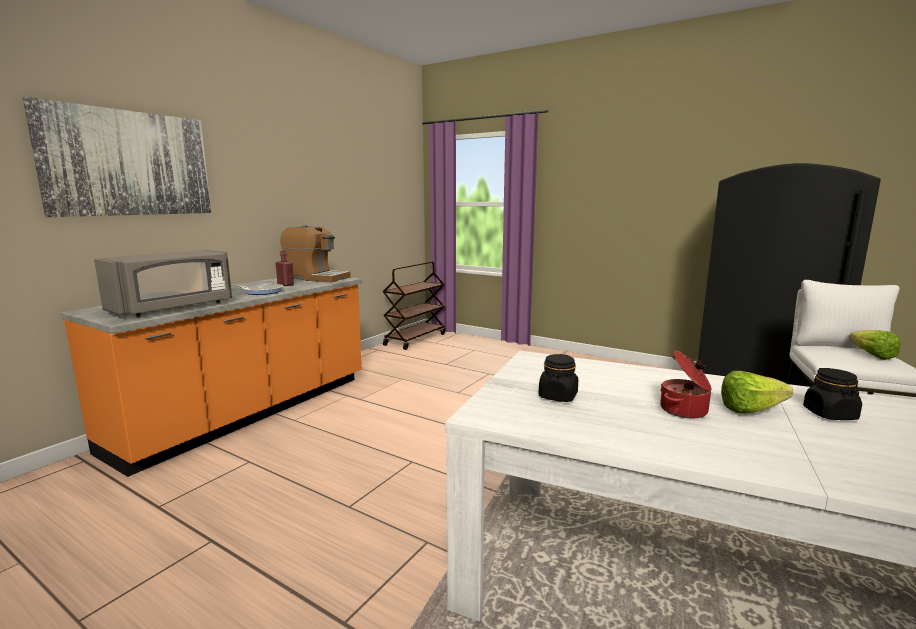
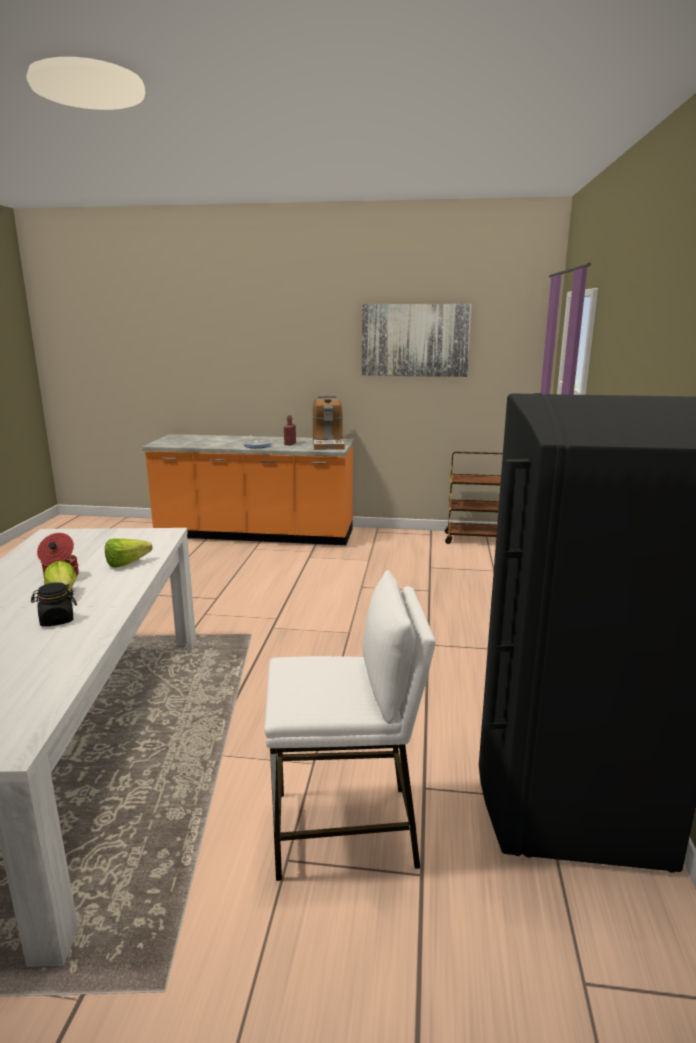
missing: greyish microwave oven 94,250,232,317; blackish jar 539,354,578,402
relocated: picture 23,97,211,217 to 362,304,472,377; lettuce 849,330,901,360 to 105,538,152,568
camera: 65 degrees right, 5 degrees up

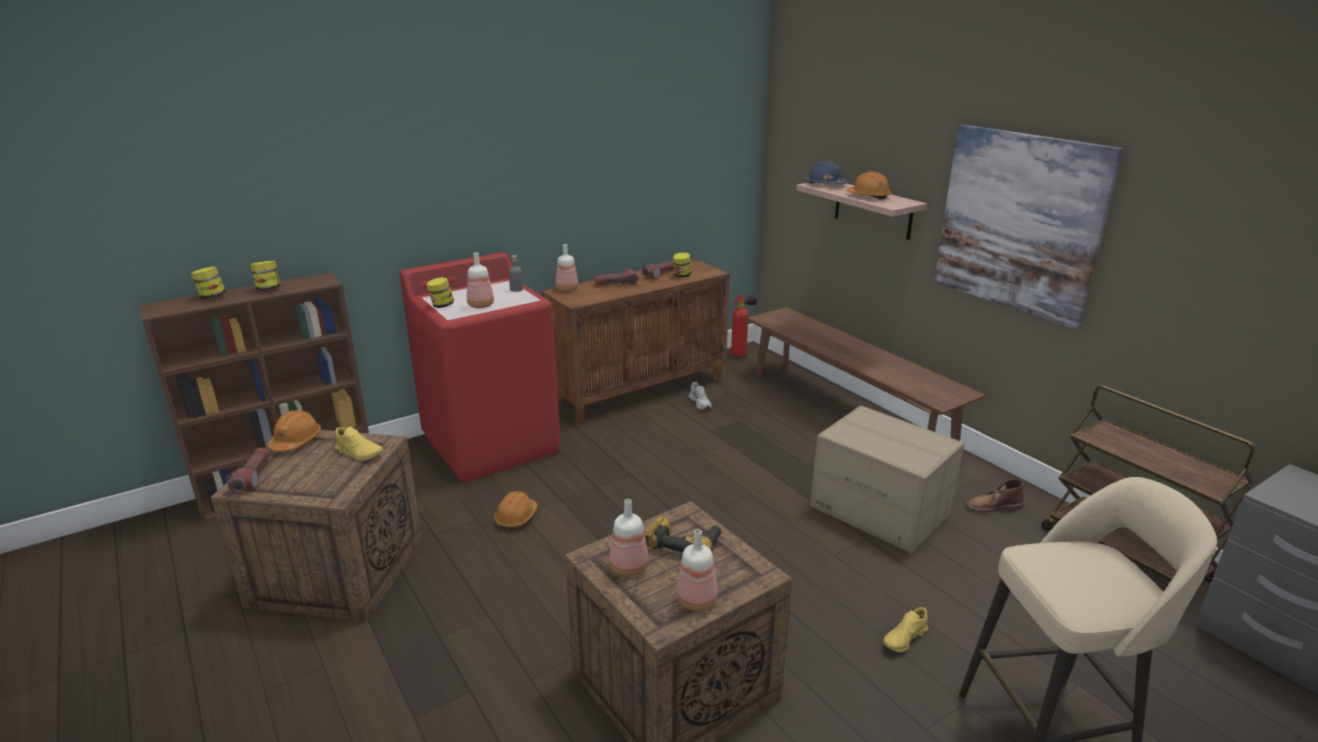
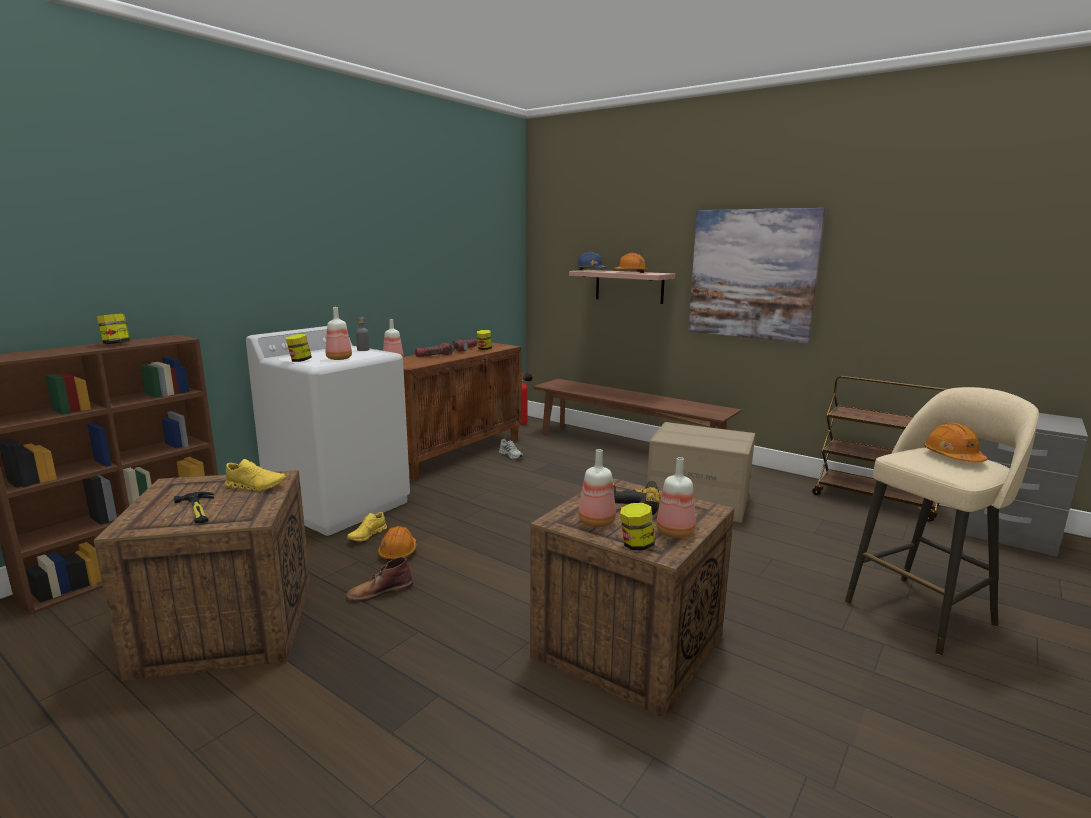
missing: torch 227,447,270,492
appeared: hand hammer 174,491,214,523
relocated: jar 191,267,226,299 to 620,503,655,550; orange-coloured hard hat 268,410,321,452 to 924,423,987,462; yellow-coloured low shoe 883,607,928,652 to 347,512,387,541; brownish tall boot 965,479,1024,512 to 346,557,413,601
colour: reddish laundry appliance 399,253,560,483 to white laundry appliance 246,326,410,536
camera: 20 degrees left, 10 degrees down

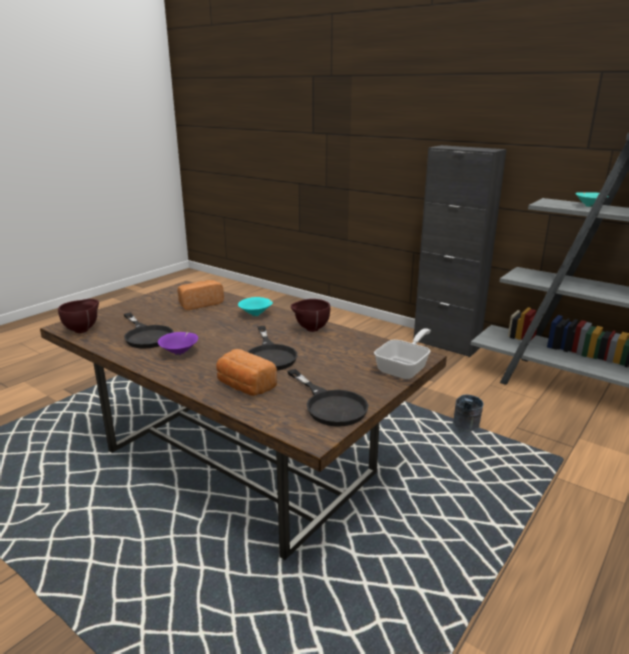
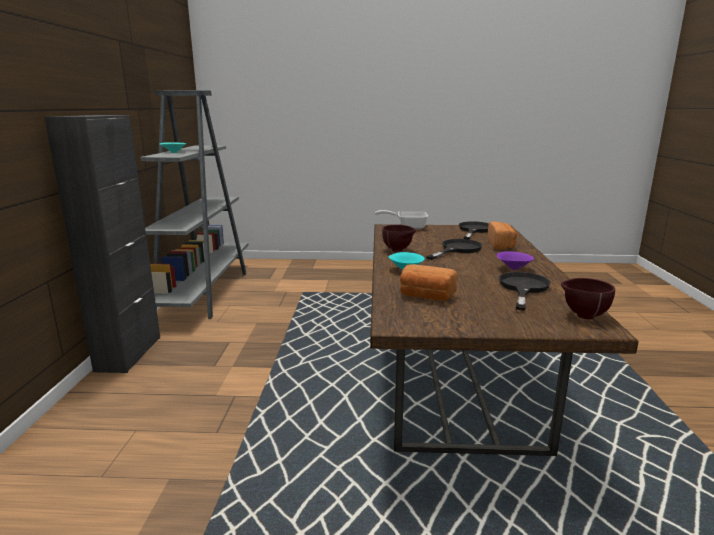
missing: greyish bucket 453,395,484,431
camera: 125 degrees left, 5 degrees down

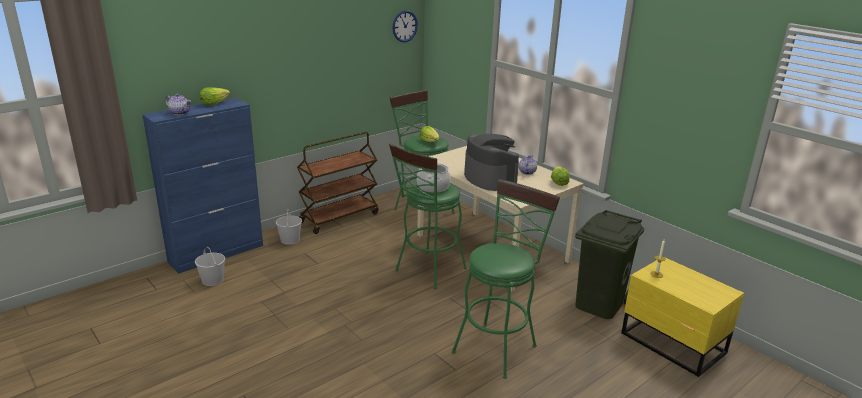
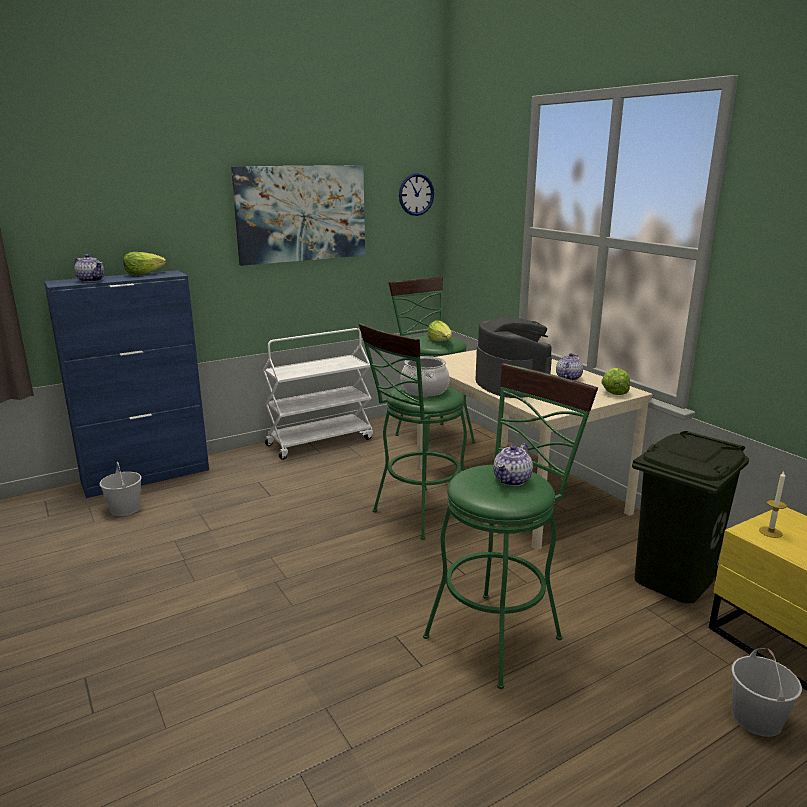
appeared: picture 231,165,365,266; teapot 493,443,533,486
relocated: white bucket 276,209,302,245 to 731,648,802,737
colour: brownish cart 297,132,379,234 to white cart 263,328,373,460
camera: 10 degrees right, 5 degrees down

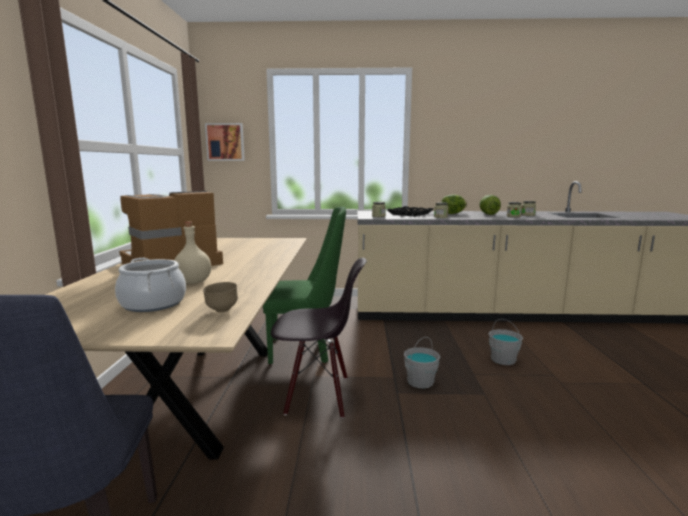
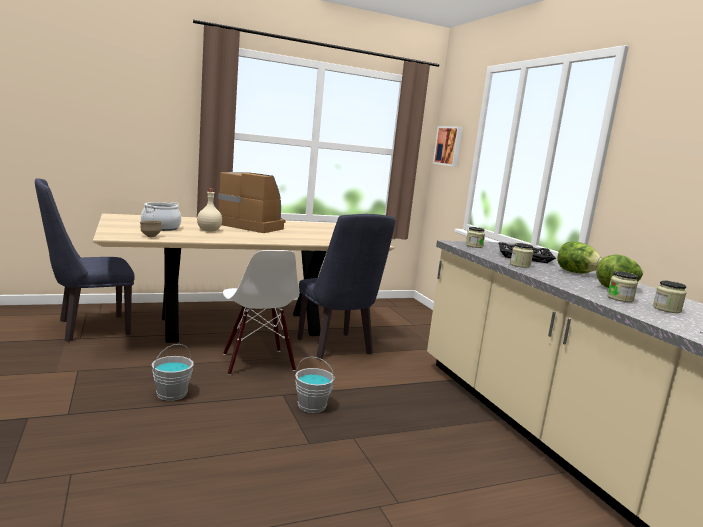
relocated: greyish bucket 489,319,523,365 to 151,344,193,401
colour: greenish plain chair 263,207,346,364 to blue-coloured plain chair 298,214,396,360; blackish plain chair 271,258,367,419 to white plain chair 223,250,299,375
camera: 65 degrees right, 0 degrees up

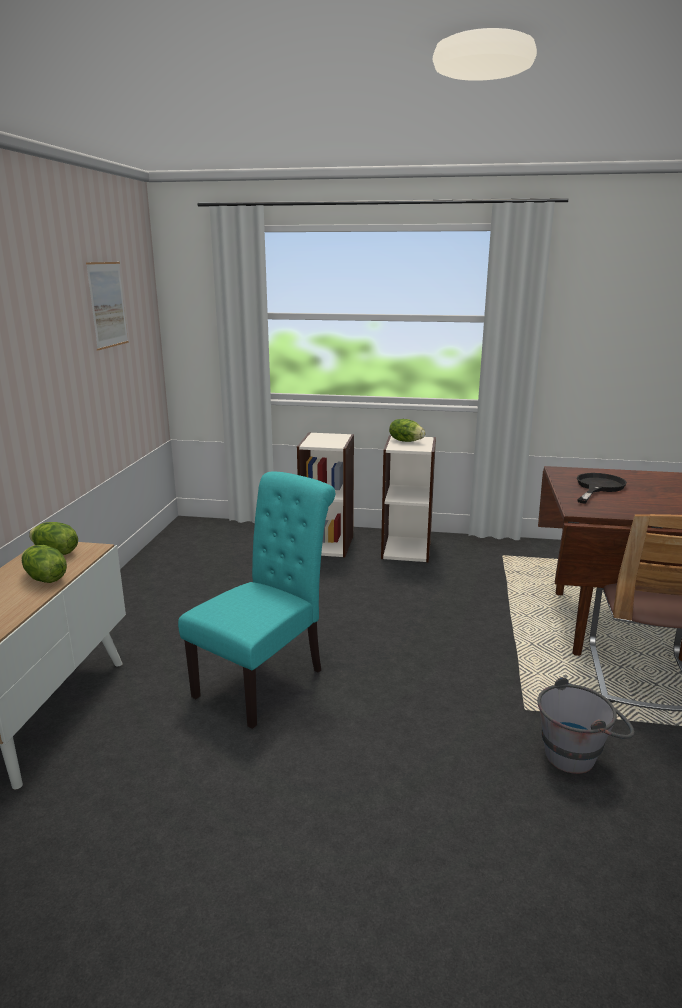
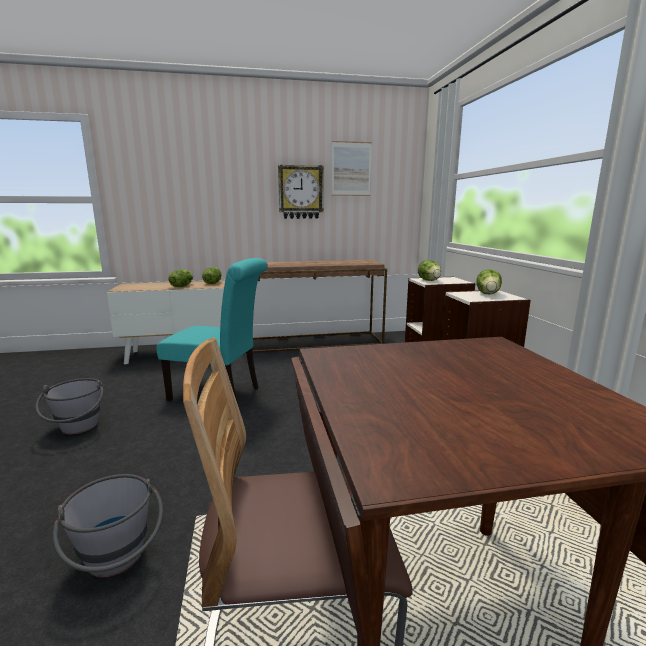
missing: blackish frying pan 577,473,627,504
appeared: greyish bucket 35,378,103,434; brownish narrow table 243,260,387,355; hanging clock 278,164,324,219; lettuce 418,260,441,281
camera: 70 degrees right, 5 degrees down

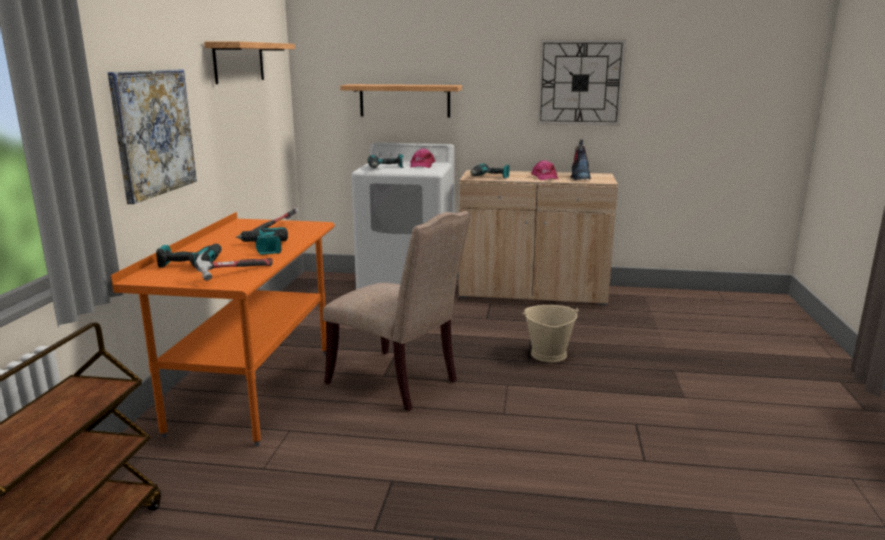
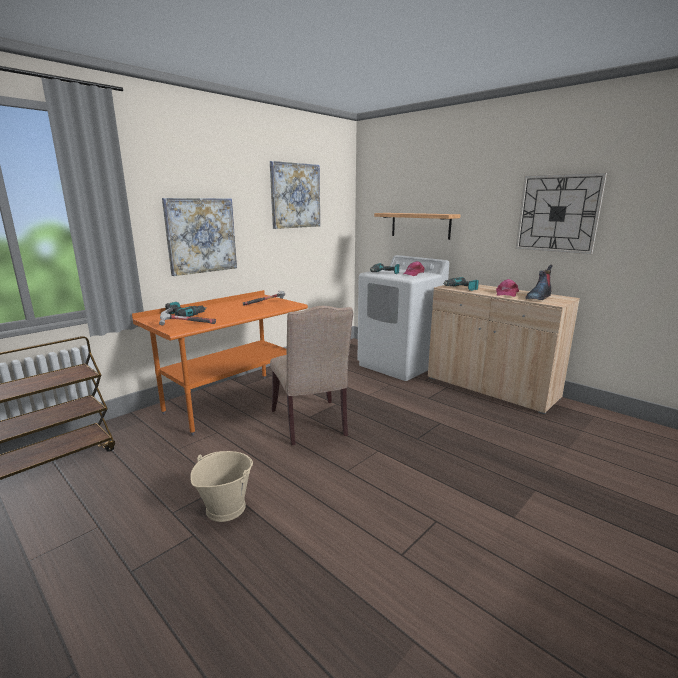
missing: drill 236,227,288,255
relocated: beige bucket 522,305,579,362 to 190,451,253,522
exchanged: wall shelf 204,42,295,84 to picture 270,161,320,229
camera: 35 degrees right, 0 degrees up

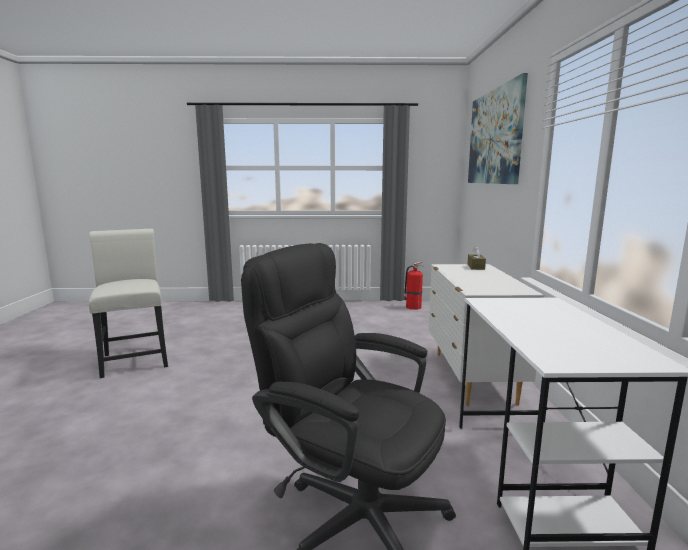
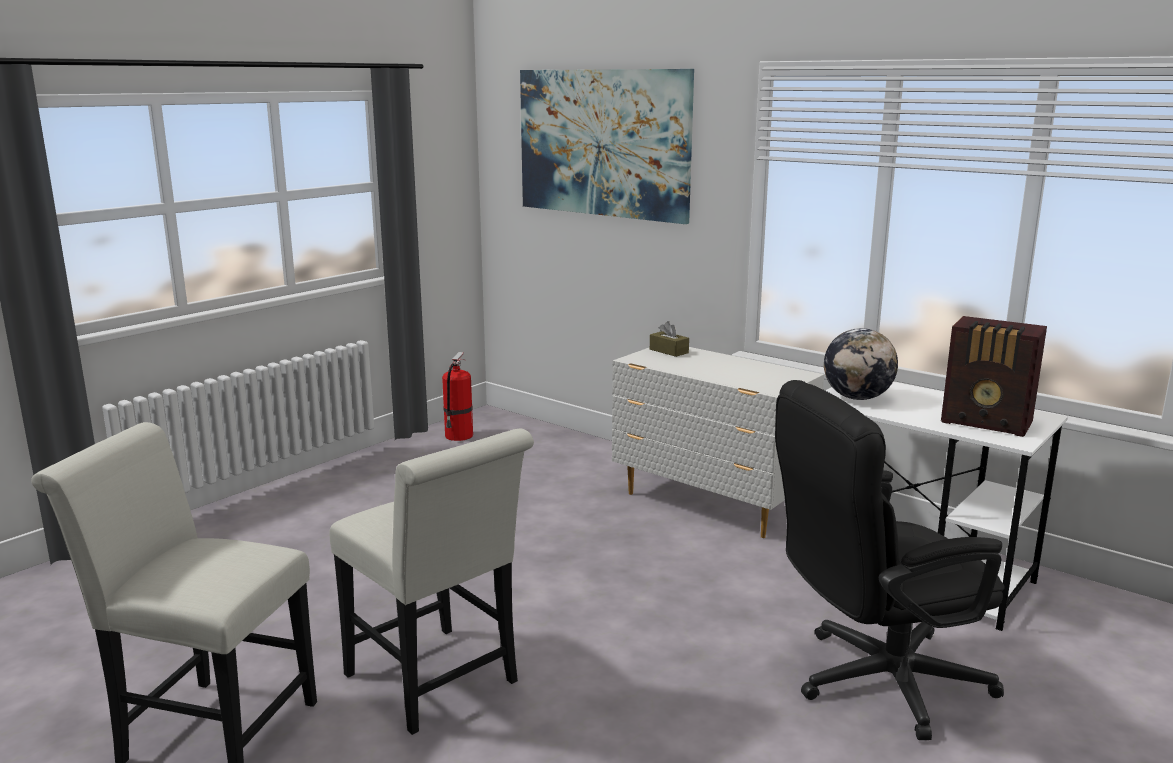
appeared: white plain chair 330,429,534,735; globe 824,328,898,400; radio set 941,316,1047,437
camera: 50 degrees left, 5 degrees up

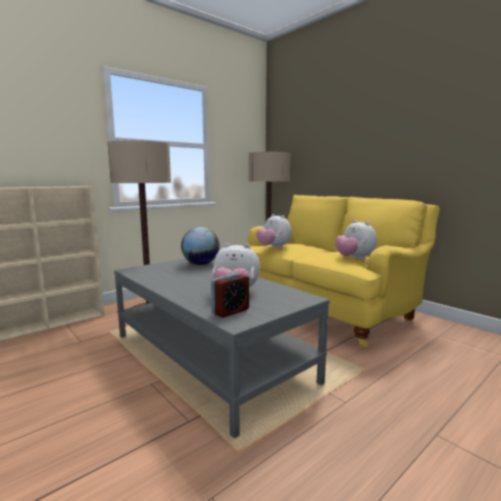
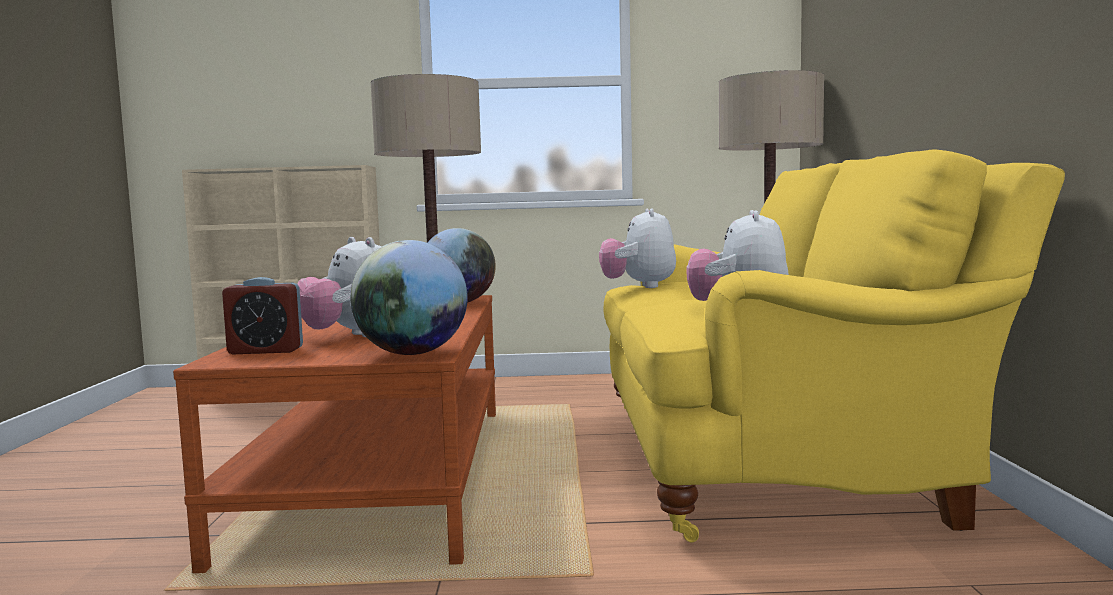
appeared: globe 350,240,468,355
colour: greyish coffee table 114,258,330,438 to brownish coffee table 173,295,496,573
camera: 40 degrees right, 5 degrees down

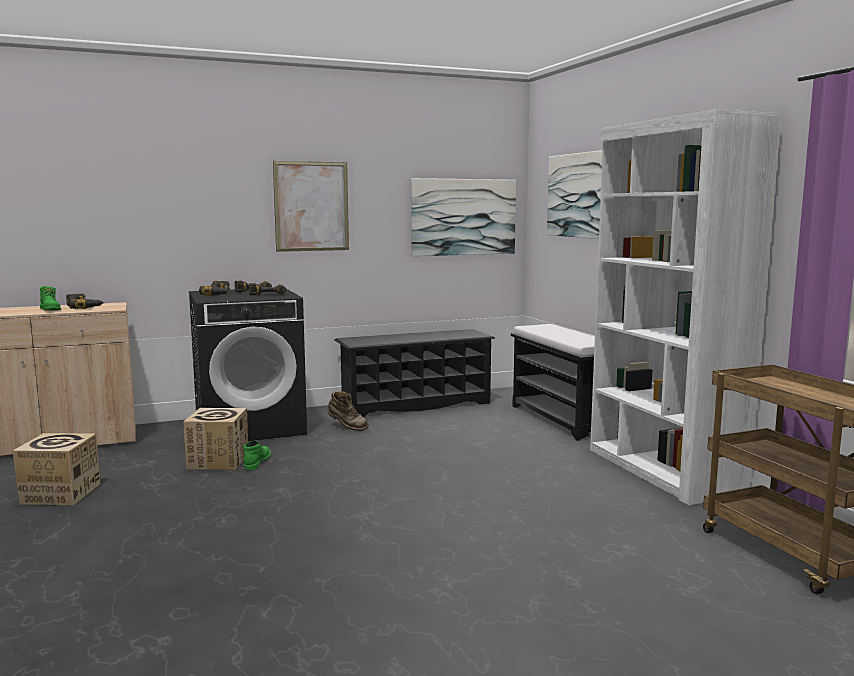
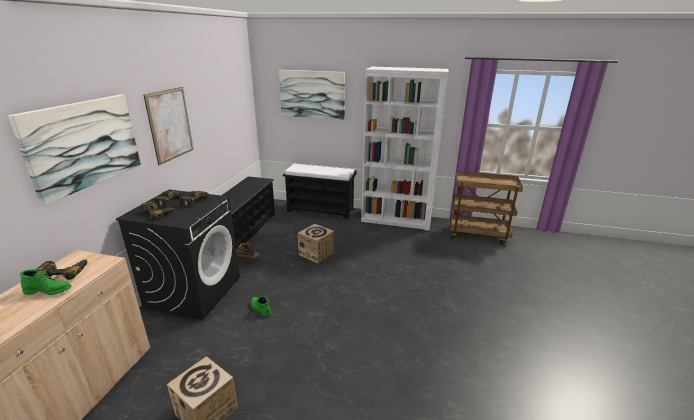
relocated: packing box 183,408,248,470 to 298,224,334,263; picture 411,178,516,256 to 8,95,141,205
camera: 55 degrees left, 15 degrees up

